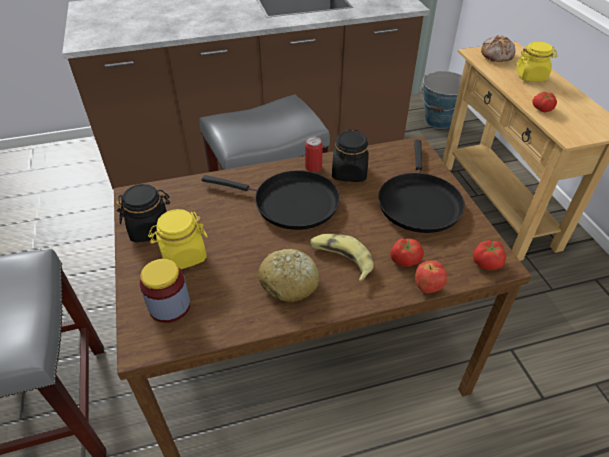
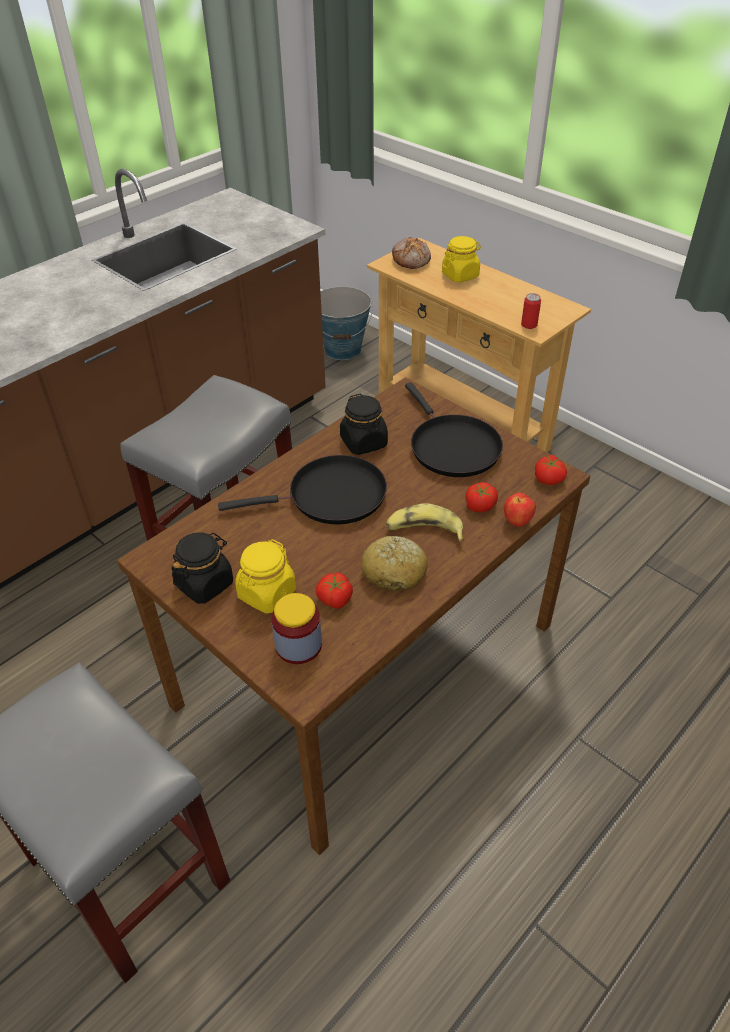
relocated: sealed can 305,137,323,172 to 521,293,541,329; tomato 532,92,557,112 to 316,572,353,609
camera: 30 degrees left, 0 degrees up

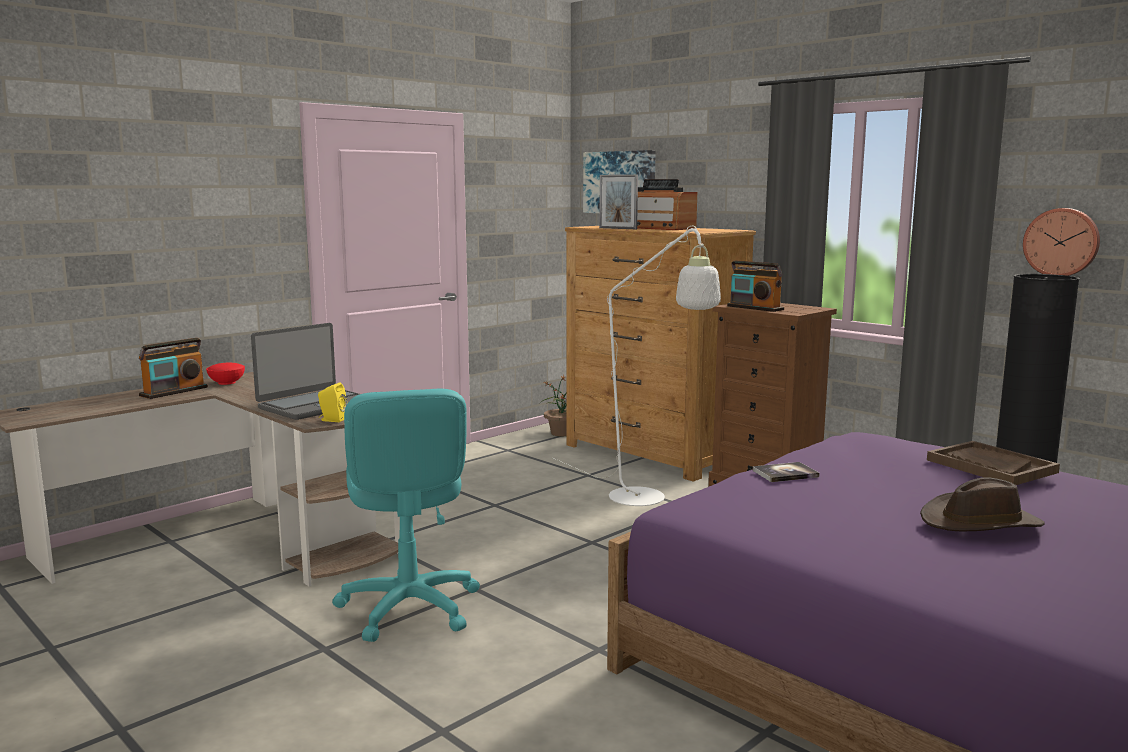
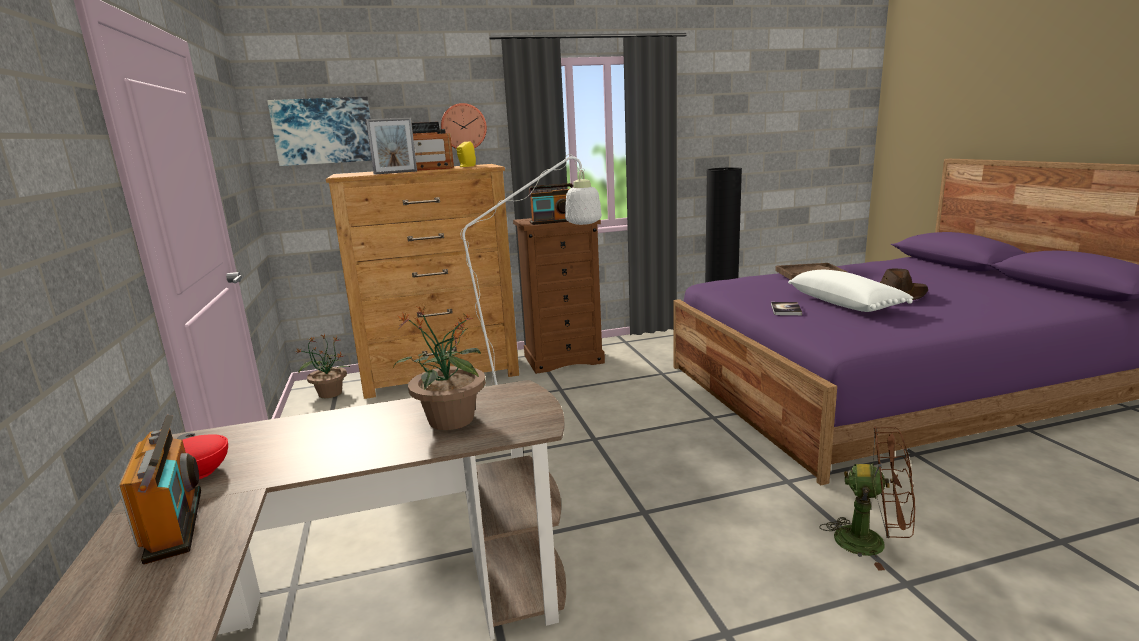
missing: blue-green office chair 332,389,480,642
appeared: white throw pillow 788,270,913,312; brownish fan 820,427,915,571
relocated: yellow-coloured speaker 318,383,347,422 to 457,142,476,167; hanging clock 1023,208,1100,276 to 441,103,487,149
exchanged: portable computer 251,323,360,420 to potted plant 393,306,486,430
camera: 60 degrees left, 5 degrees up

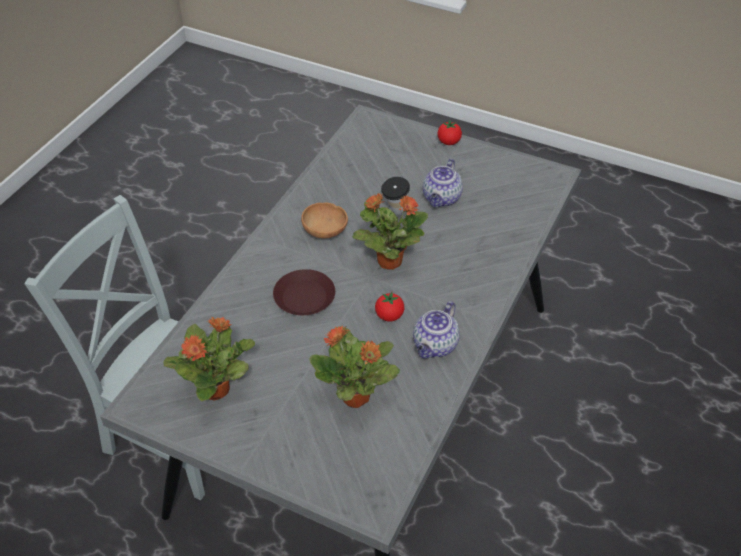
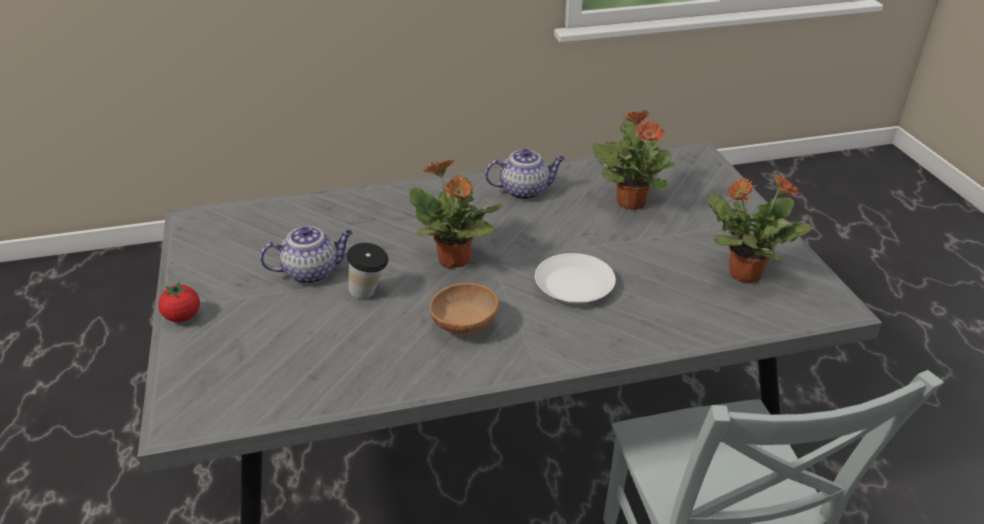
missing: tomato 375,292,404,322
colour: brownish flat dish 273,269,335,315 to white flat dish 535,253,616,304
camera: 130 degrees left, 10 degrees down

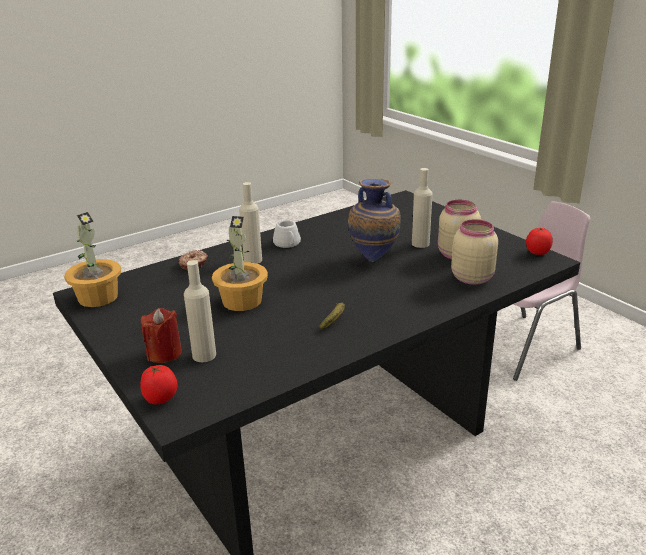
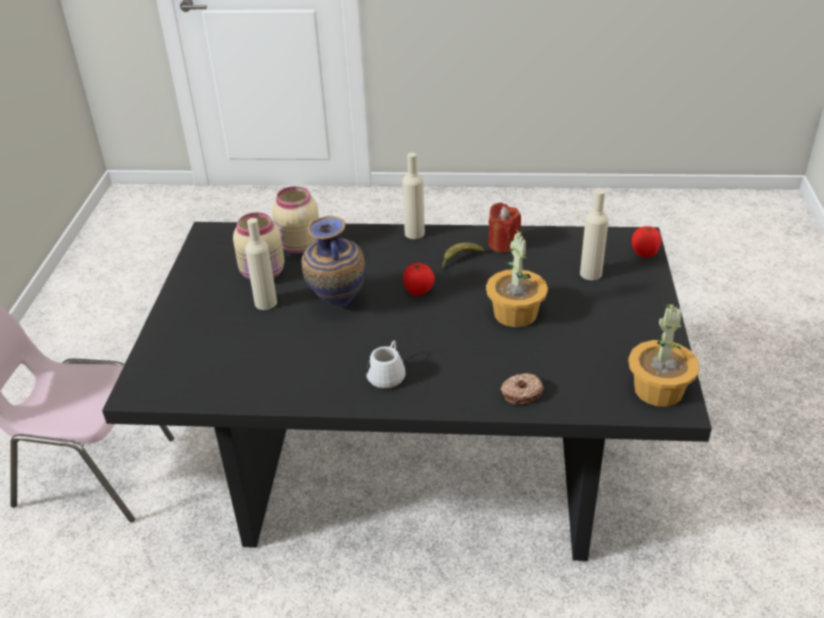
relocated: reddish candle 141,308,182,363 to 488,202,521,253; beige bottle 239,182,262,264 to 402,152,425,239; tomato 526,227,553,255 to 403,263,435,296
camera: 140 degrees left, 10 degrees up

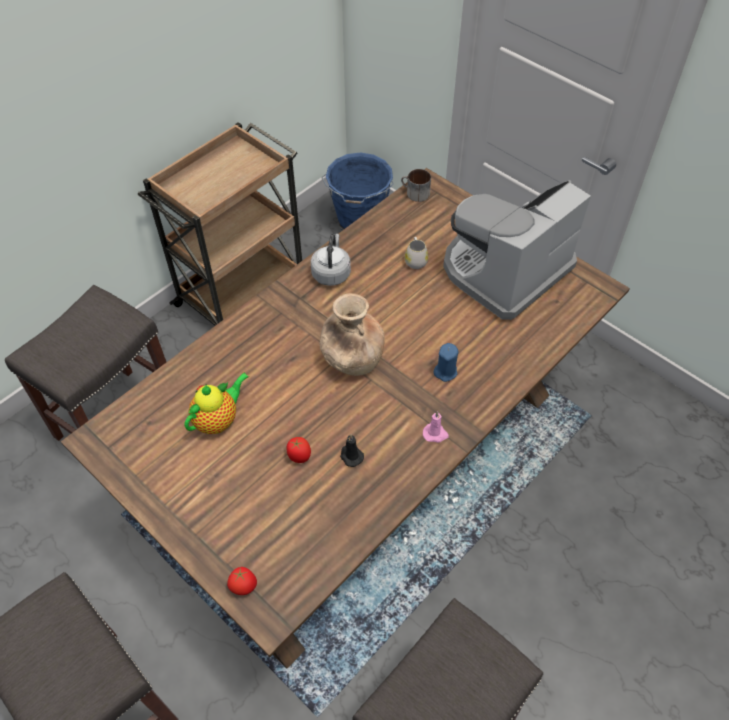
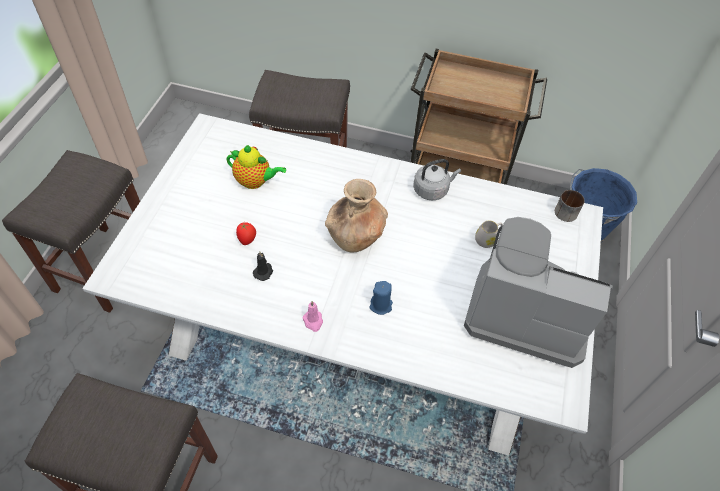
missing: tomato 227,567,257,595
colour: brownish kitchen table 61,168,630,669 to white kitchen table 82,113,603,456
camera: 60 degrees right, 0 degrees up

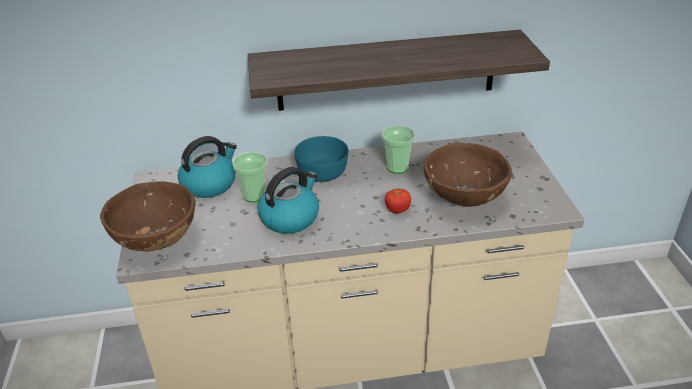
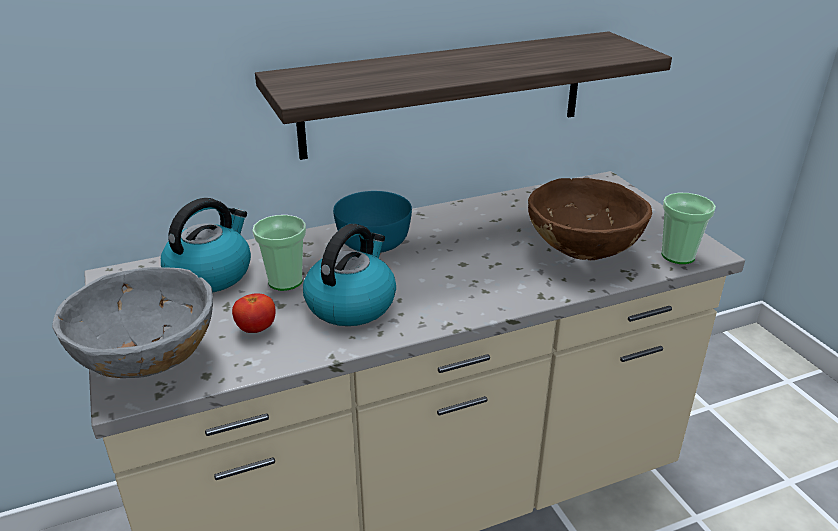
relocated: cup 382,126,415,174 to 661,193,716,264; tomato 385,189,411,213 to 232,294,276,333
colour: brownish deep dish 100,181,196,252 to greyish deep dish 52,267,213,378
camera: 15 degrees left, 5 degrees down

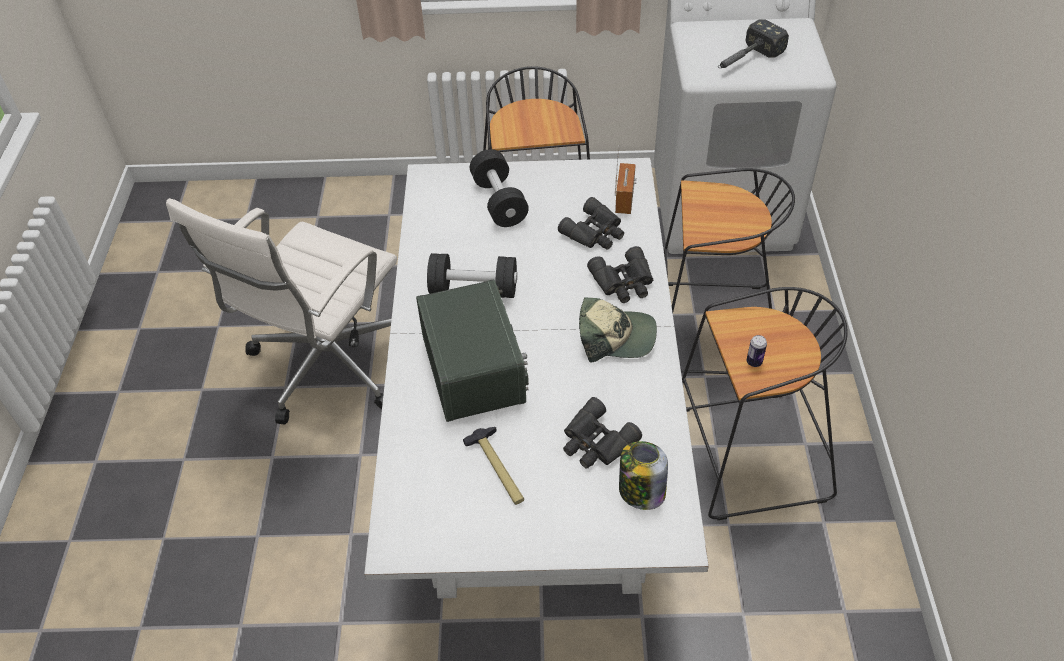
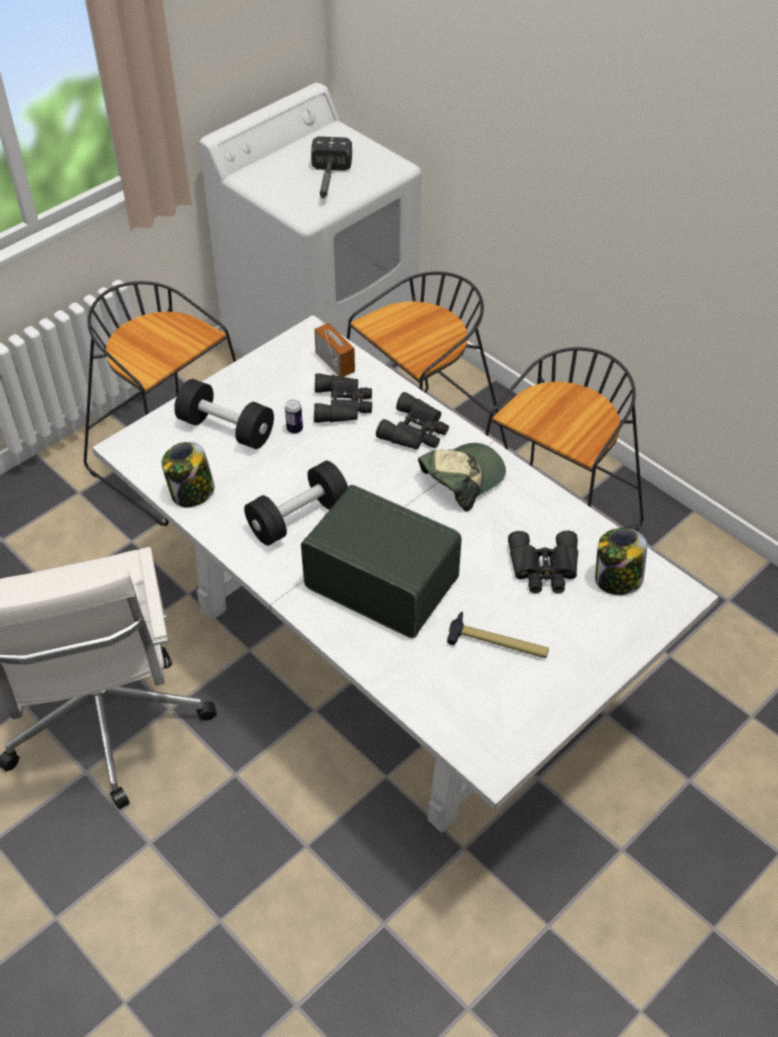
appeared: jar 162,442,215,507
relocated: sealed can 747,335,767,367 to 285,400,303,434
camera: 45 degrees left, 0 degrees up

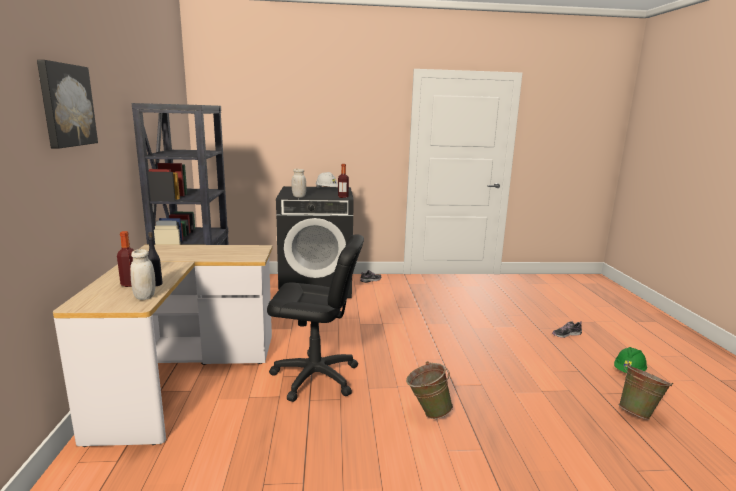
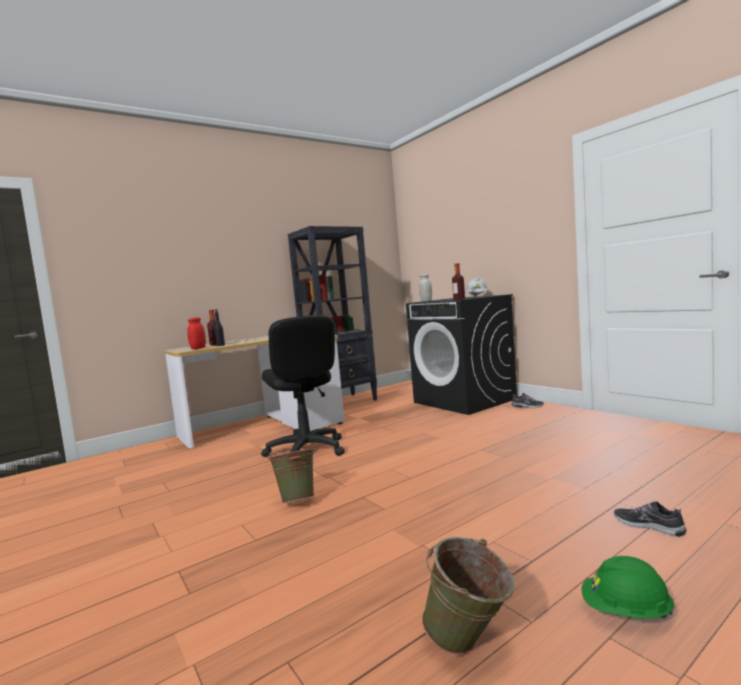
missing: picture 37,60,98,149
colour: white jar 130,249,156,300 to reddish jar 187,317,206,349
camera: 60 degrees right, 10 degrees down

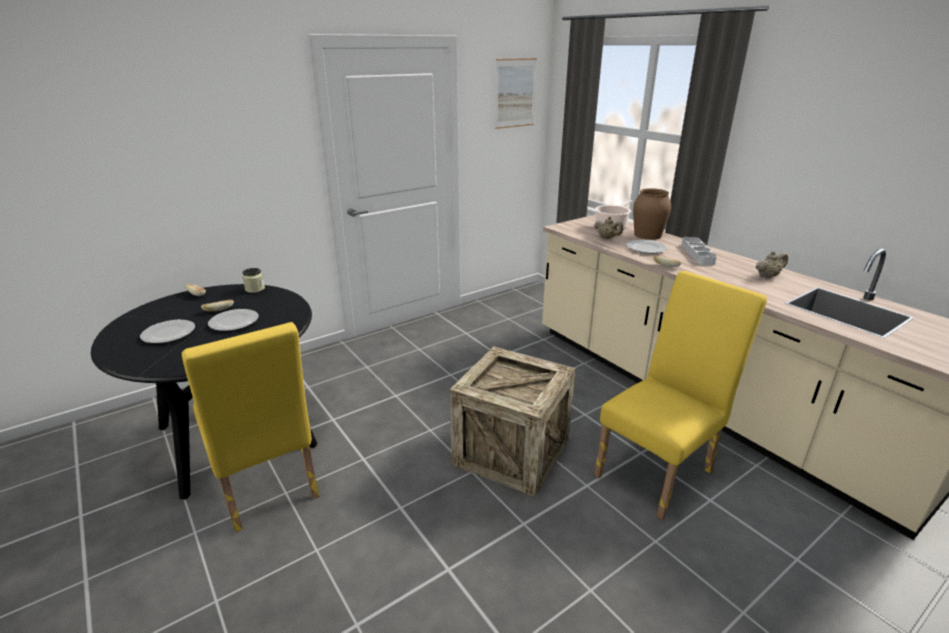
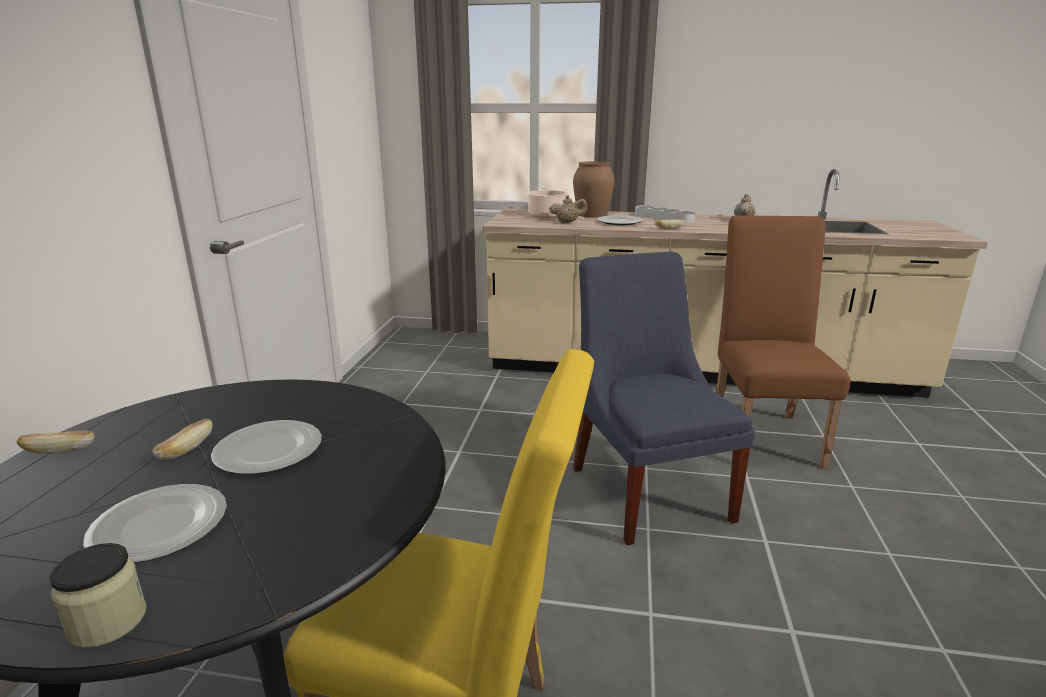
missing: picture 495,58,537,129
relocated: jar 242,268,265,293 to 49,543,146,648
exchanged: packing crate 450,346,576,497 to blue-coloured plain chair 573,252,755,545
colour: yellow-coloured plain chair 594,271,767,520 to brownish plain chair 716,215,851,469
camera: 45 degrees left, 5 degrees down

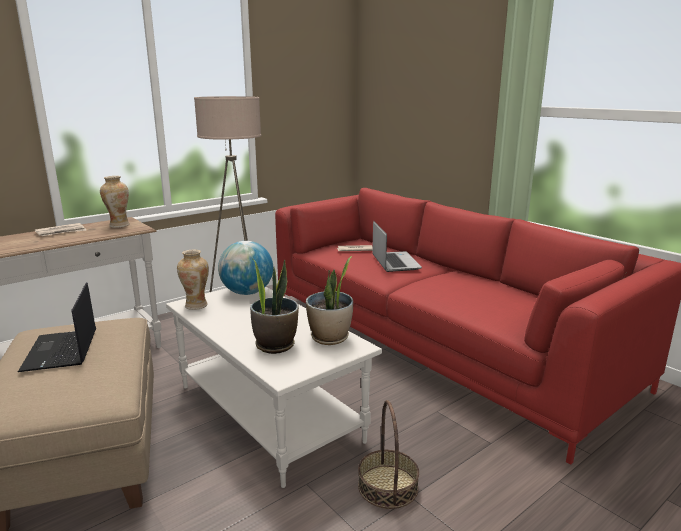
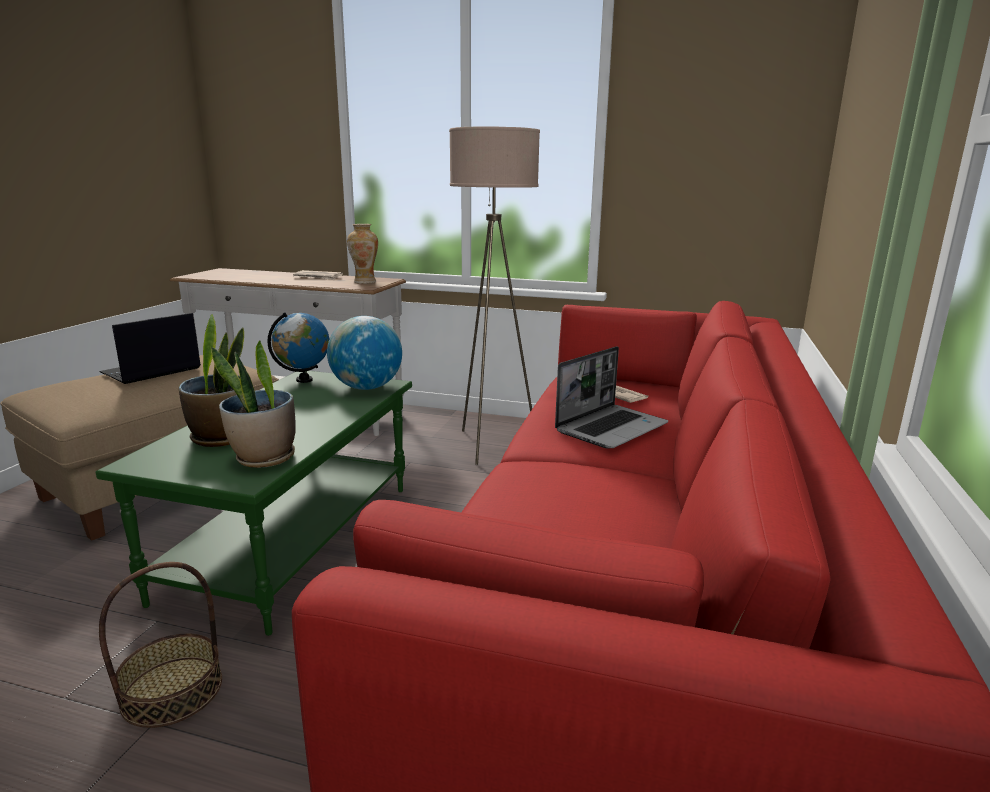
exchanged: vase 177,249,209,310 to globe 267,312,329,383
colour: white coffee table 166,287,382,488 to greenish coffee table 95,371,412,636
camera: 55 degrees right, 0 degrees up

